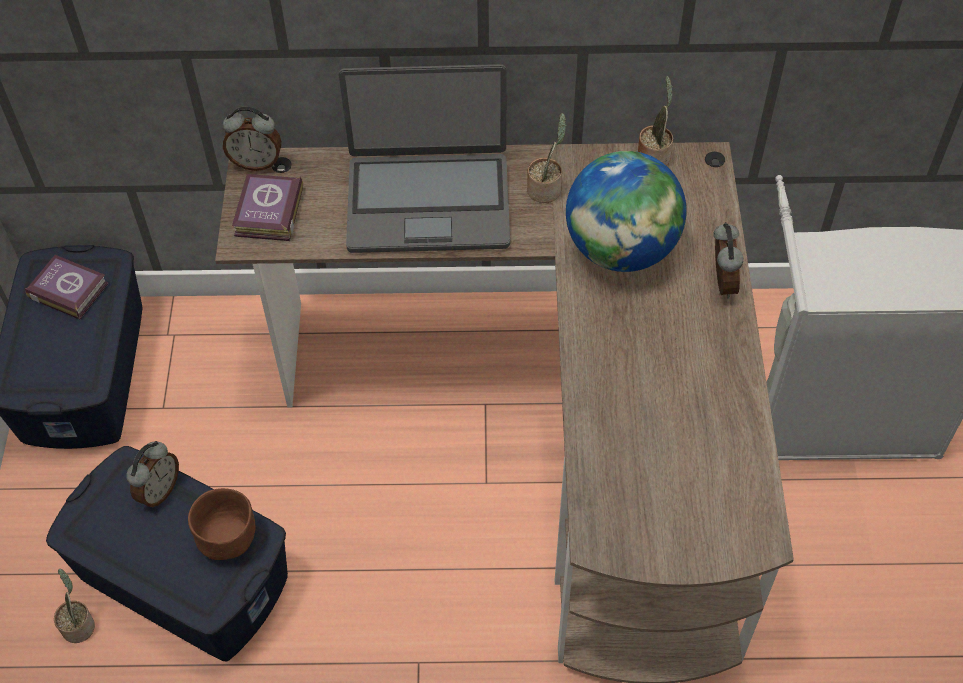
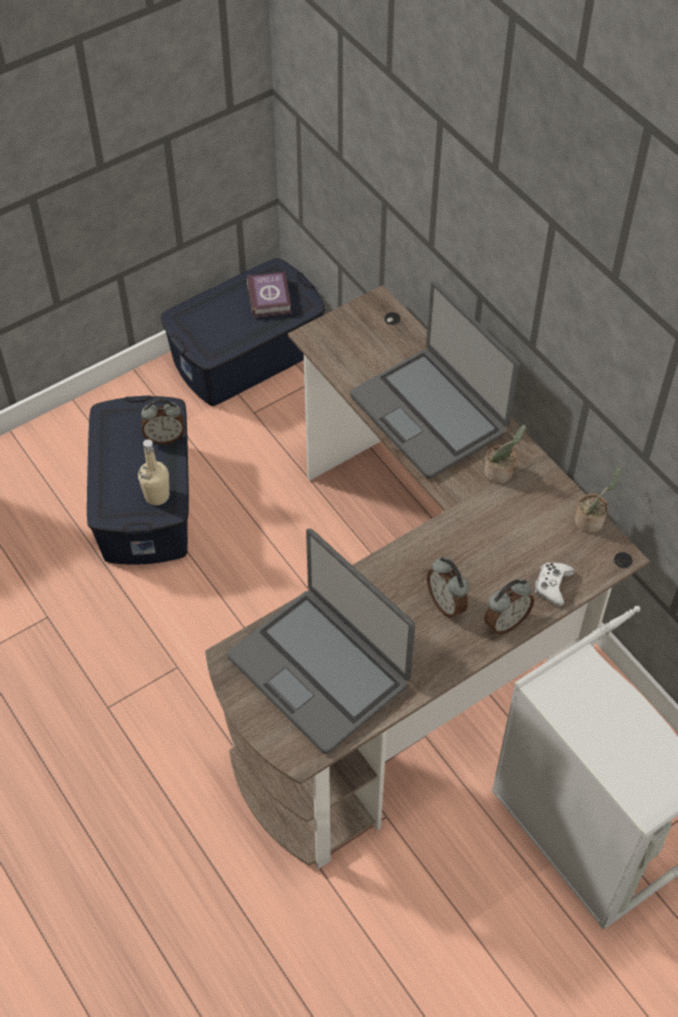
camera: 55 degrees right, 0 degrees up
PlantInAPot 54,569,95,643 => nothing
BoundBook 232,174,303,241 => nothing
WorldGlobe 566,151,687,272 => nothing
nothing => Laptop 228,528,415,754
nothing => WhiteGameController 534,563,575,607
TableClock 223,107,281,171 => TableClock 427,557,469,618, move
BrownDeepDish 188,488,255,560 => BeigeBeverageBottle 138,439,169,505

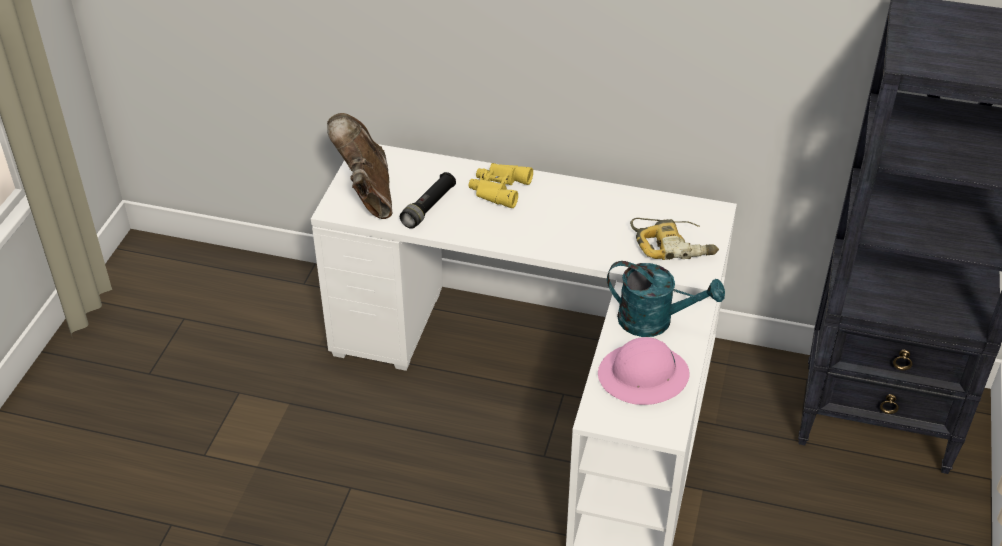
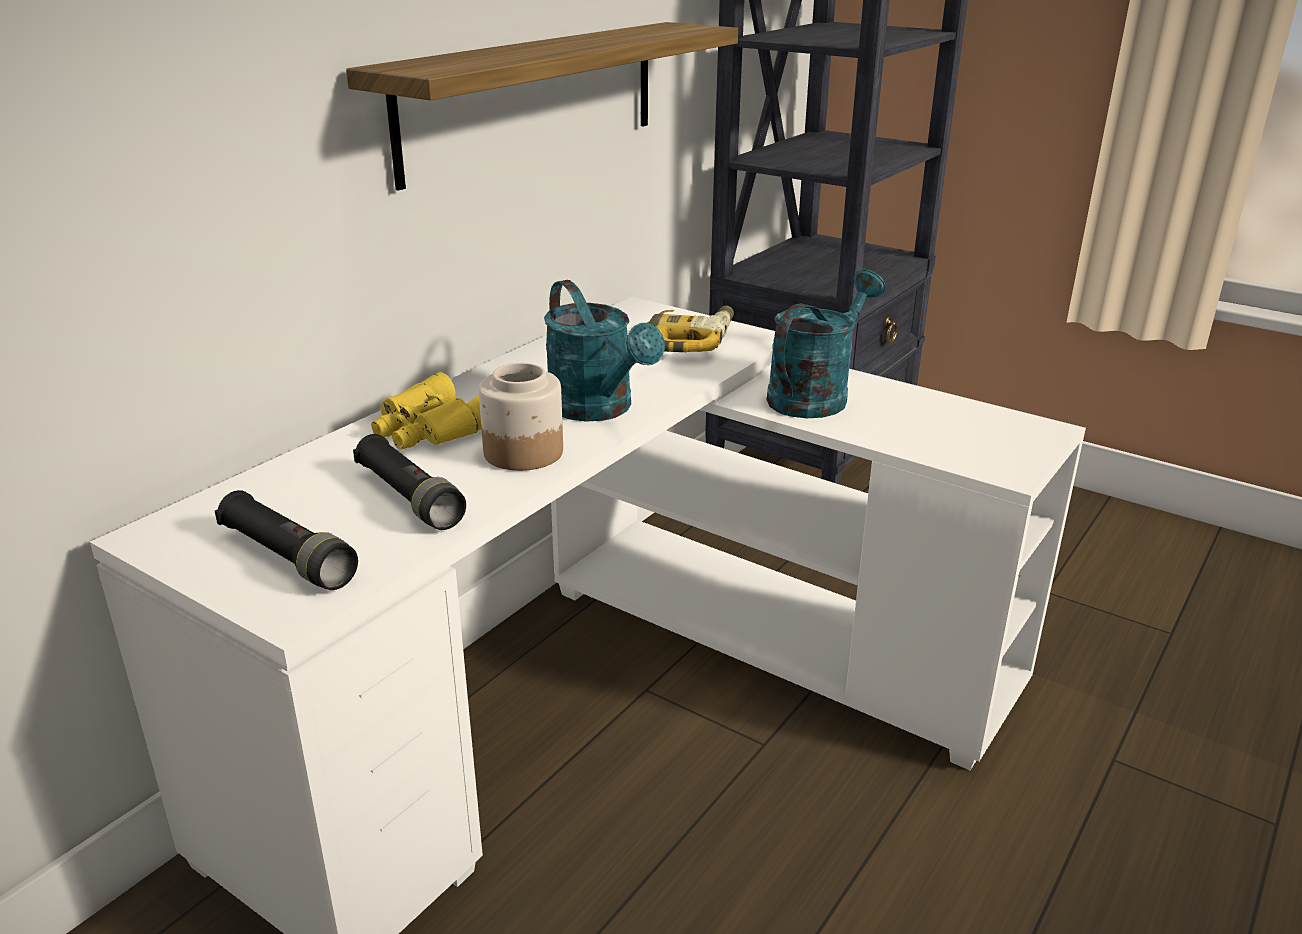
camera: 70 degrees left, 15 degrees down
PinkColouredHardHat 598,337,689,405 => nothing
nothing => WallShelf 346,22,738,191
nothing => Jar 479,363,563,471
nothing => TurquoiseSprinklingCan 544,280,665,422
BrownBoot 327,113,392,219 => BlackColouredFlashlight 215,490,358,590

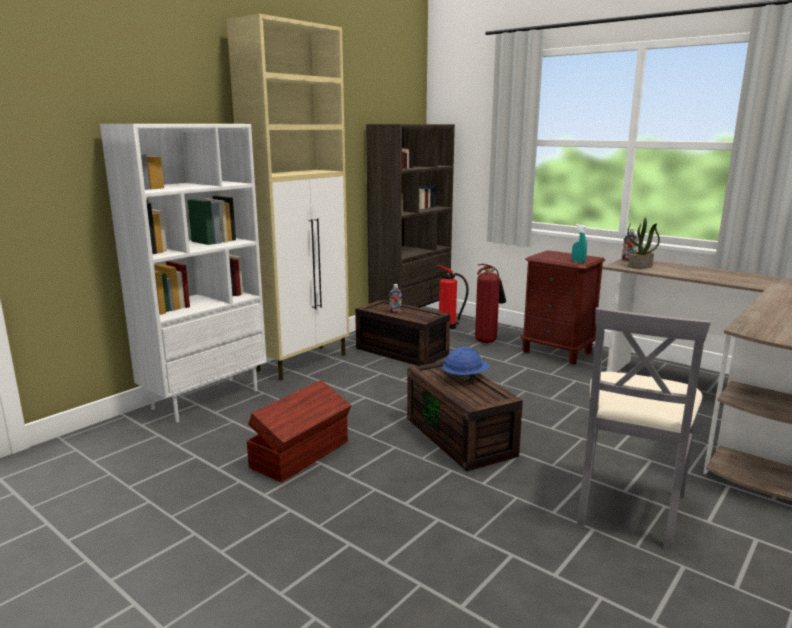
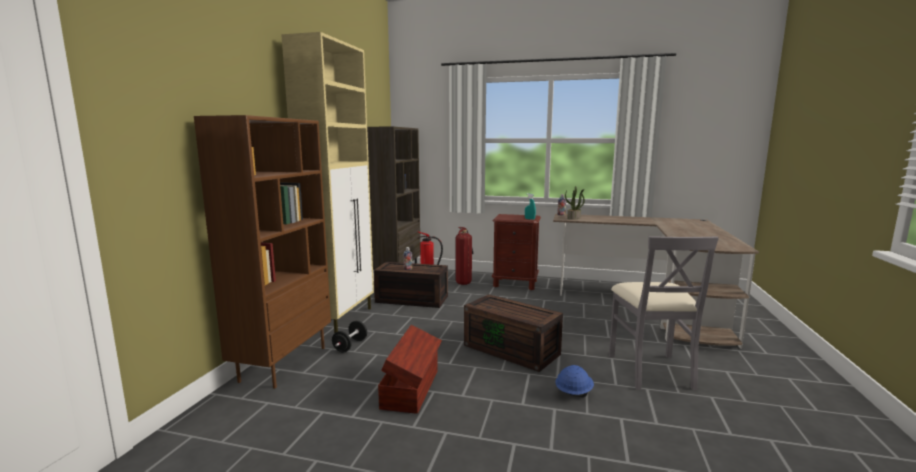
camera: 25 degrees left, 5 degrees down
nothing => BlackColouredFreeWeight 332,321,367,353
BlueColouredHardHat 442,347,489,382 => BlueColouredHardHat 555,365,594,397, move
WhiteBookcase 100,124,267,422 => BrownBookcase 194,115,331,389

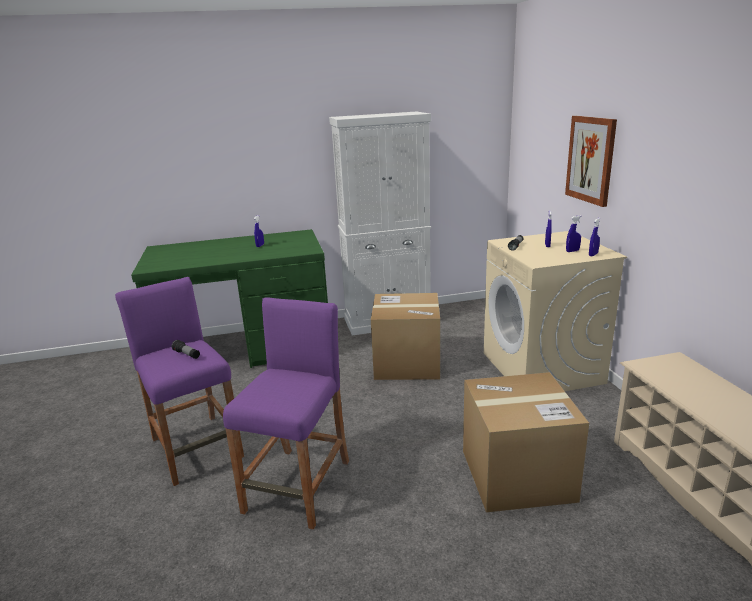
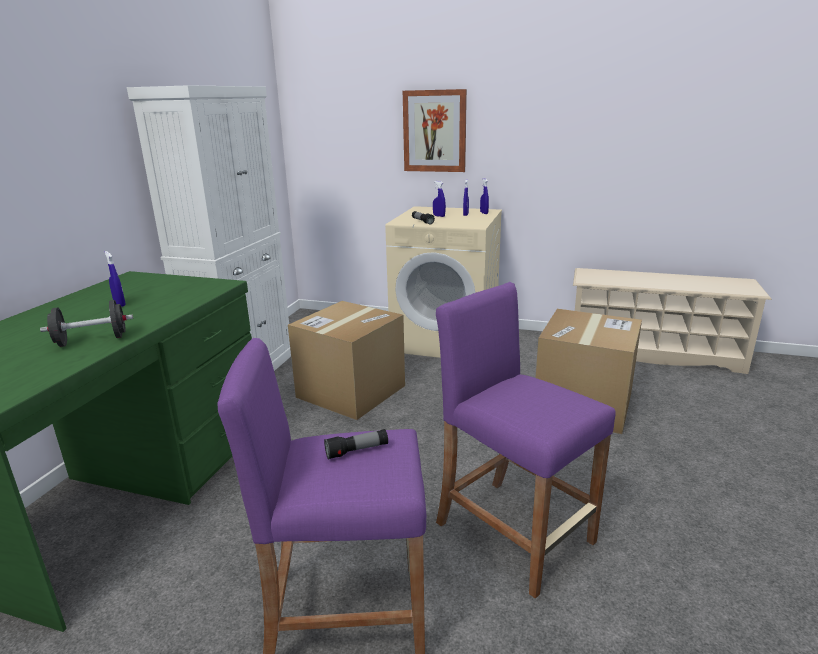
camera: 60 degrees left, 0 degrees up
nothing => BlackColouredFreeWeight 40,300,133,347

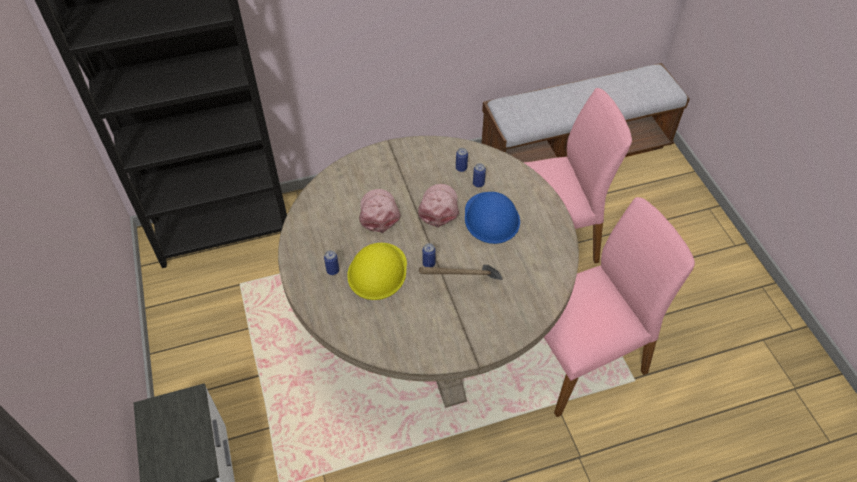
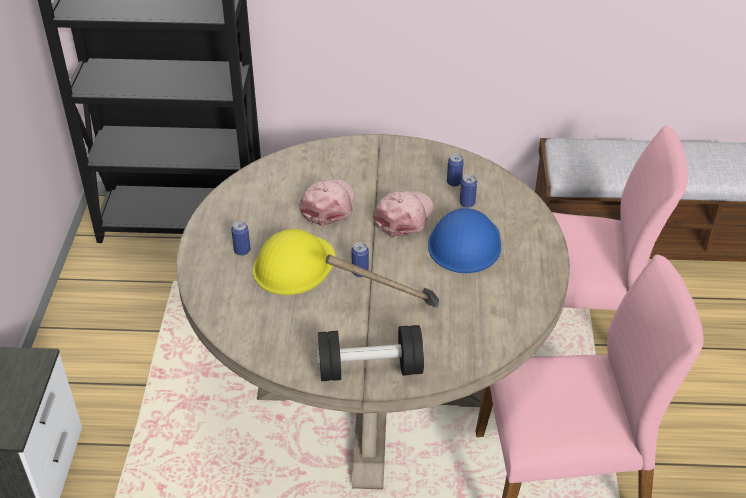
camera: 20 degrees right, 10 degrees down
nothing => BlackColouredFreeWeight 316,325,424,381

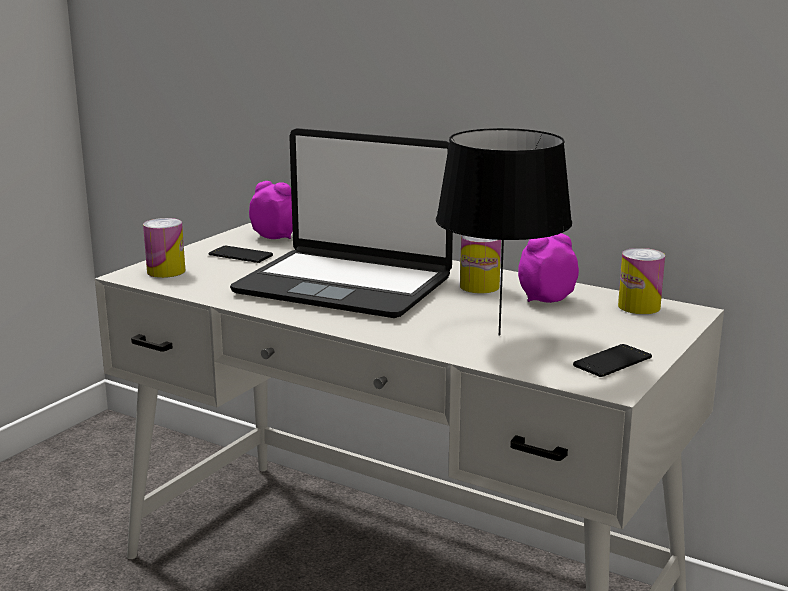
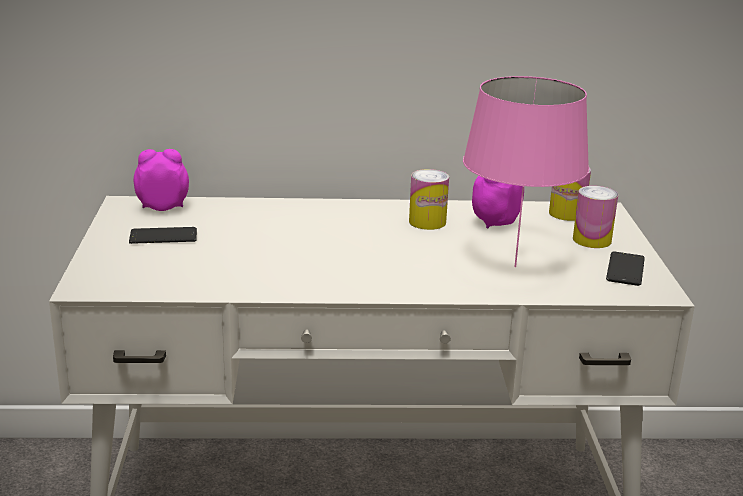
camera: 35 degrees left, 5 degrees up
Laptop 230,128,453,318 => nothing
SealedCan 143,218,185,278 => SealedCan 573,186,618,248, move
BlackColouredTableLamp 436,128,572,336 => PinkColouredTableLamp 463,76,589,267

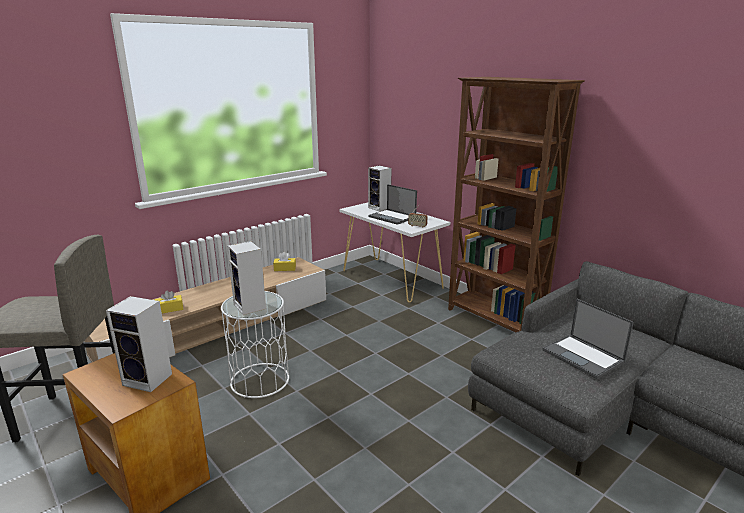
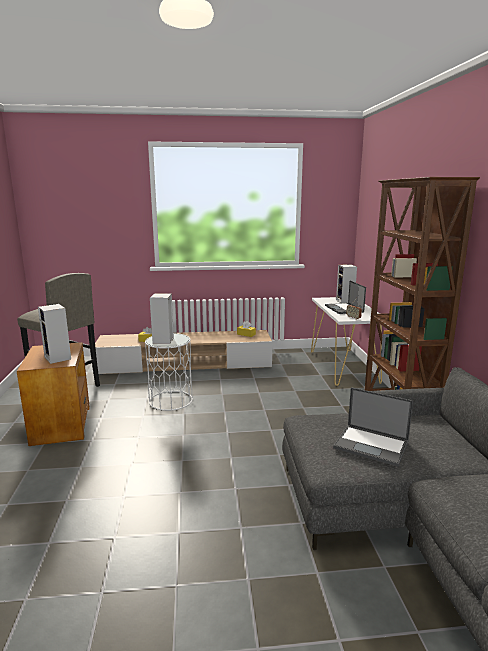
camera: 35 degrees right, 5 degrees down
Laptop 542,299,634,379 => Laptop 333,387,413,467, 60 degrees counterclockwise

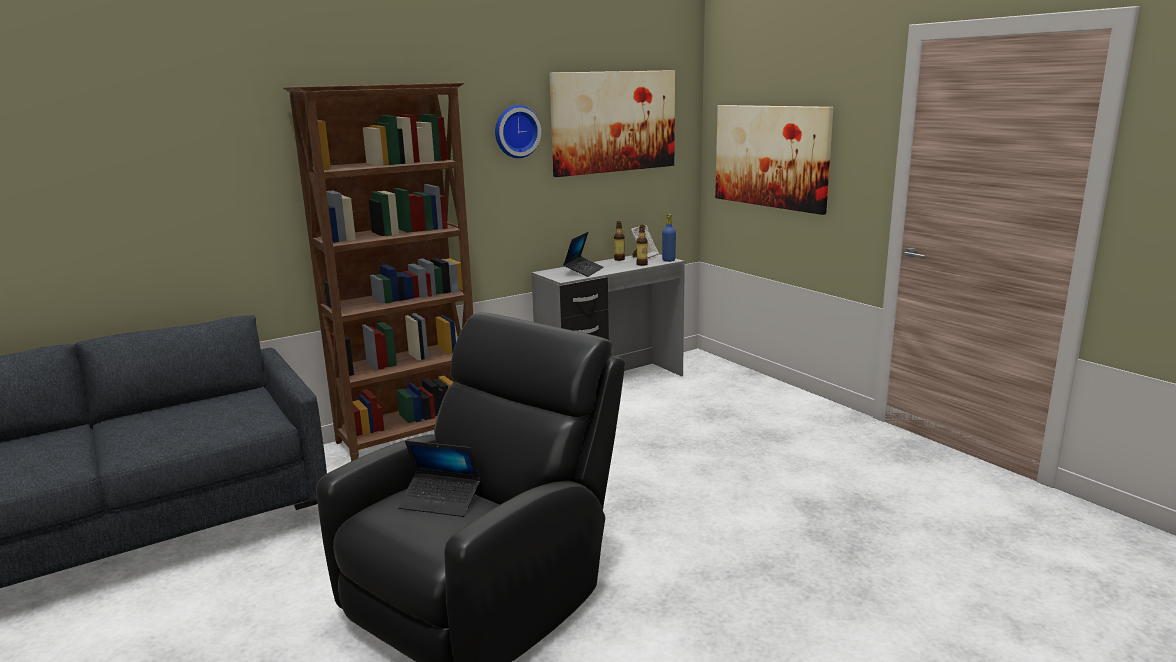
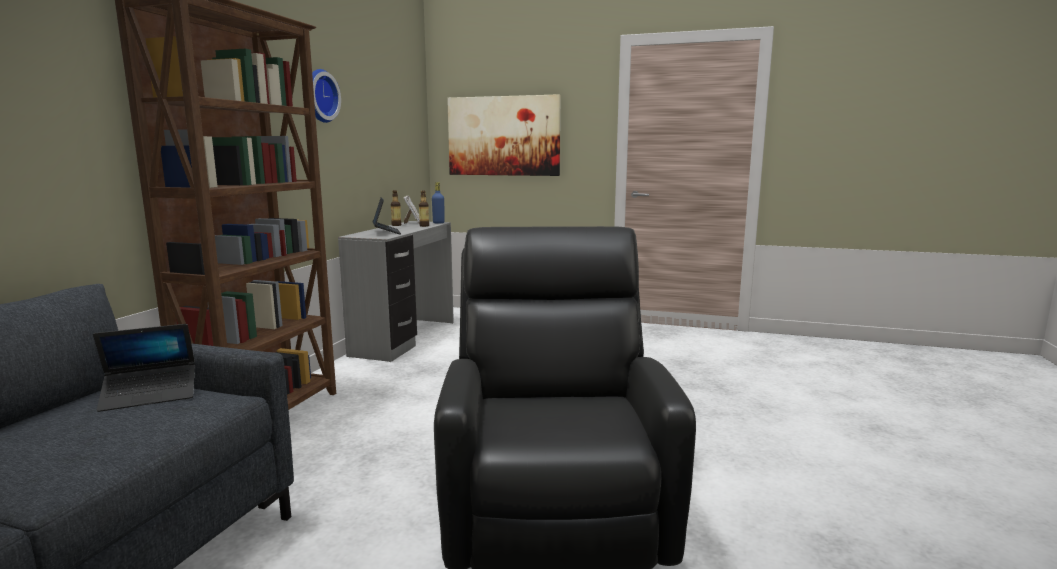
camera: 40 degrees left, 5 degrees down
WallArt 550,70,675,177 => nothing
Laptop 398,441,481,517 => Laptop 93,324,195,412, move

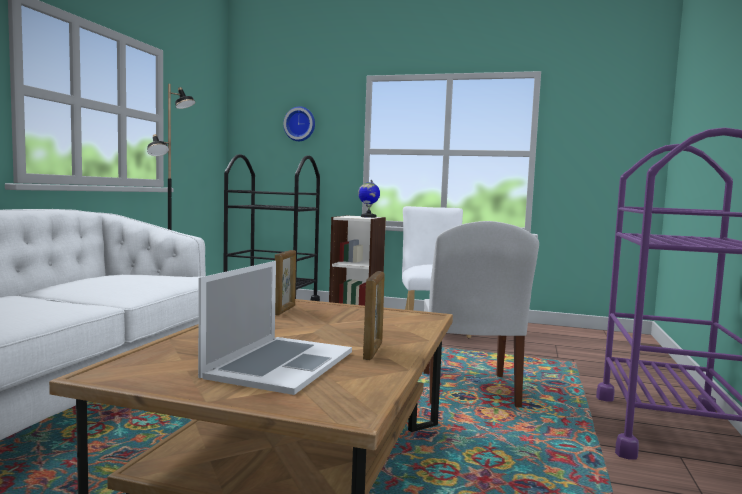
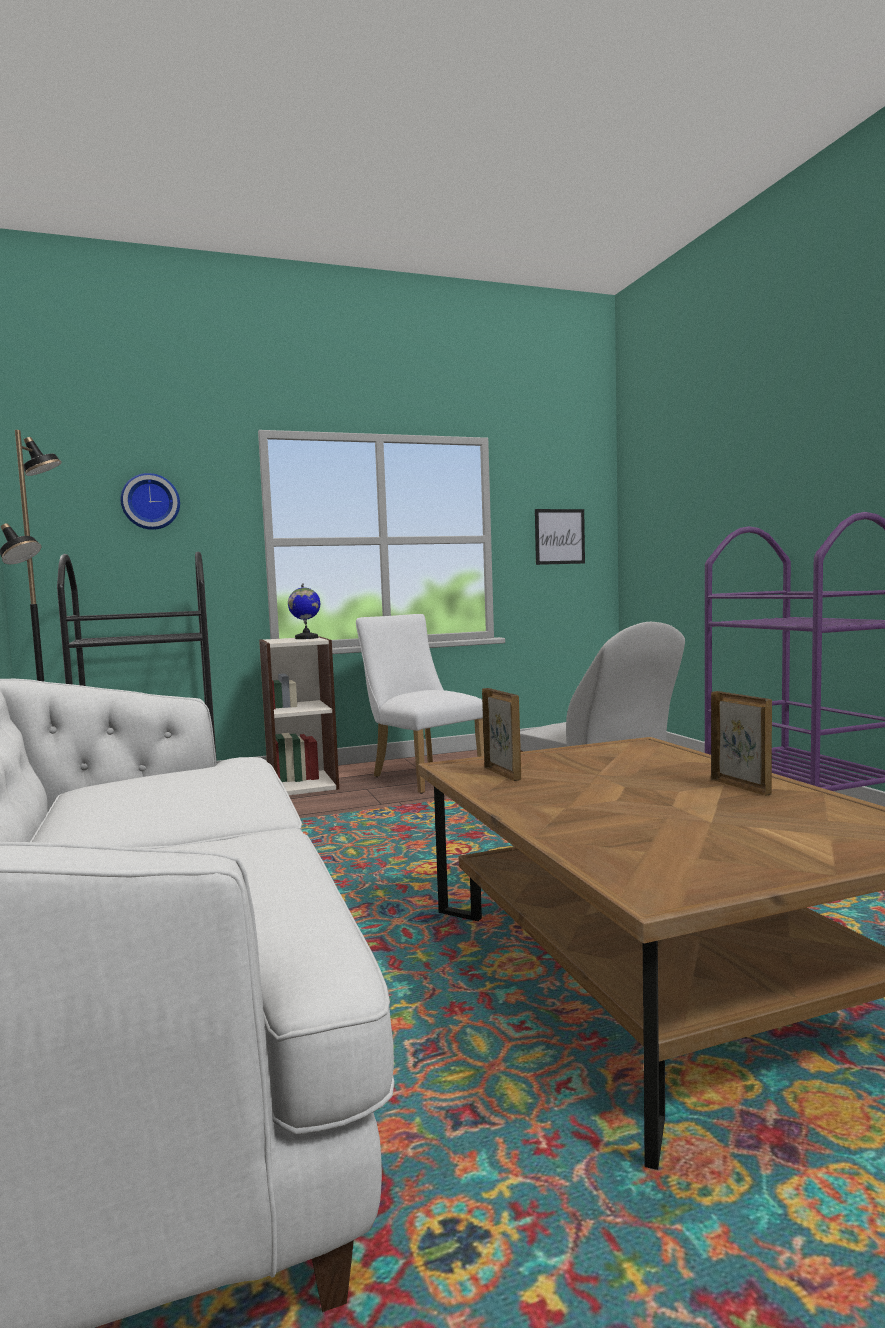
camera: 35 degrees left, 0 degrees up
Laptop 198,261,352,395 => nothing
nothing => WallArt 535,509,585,565

